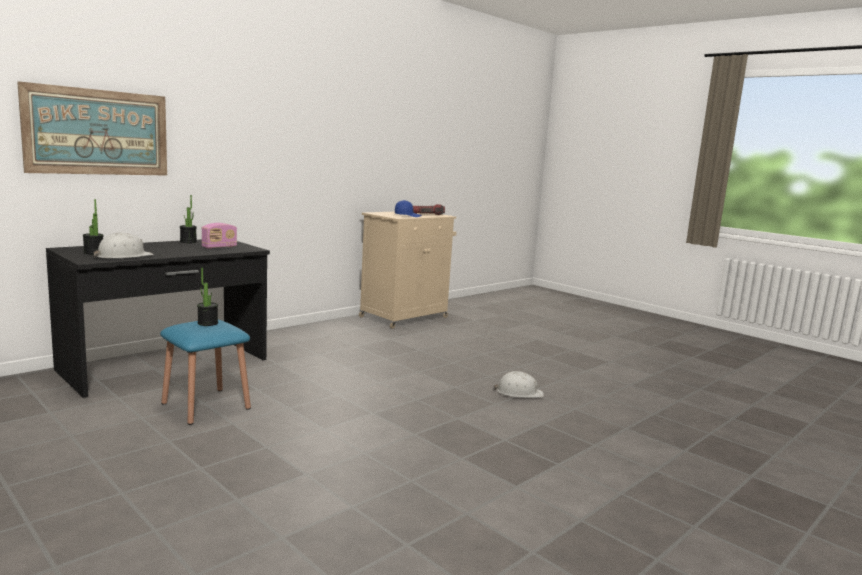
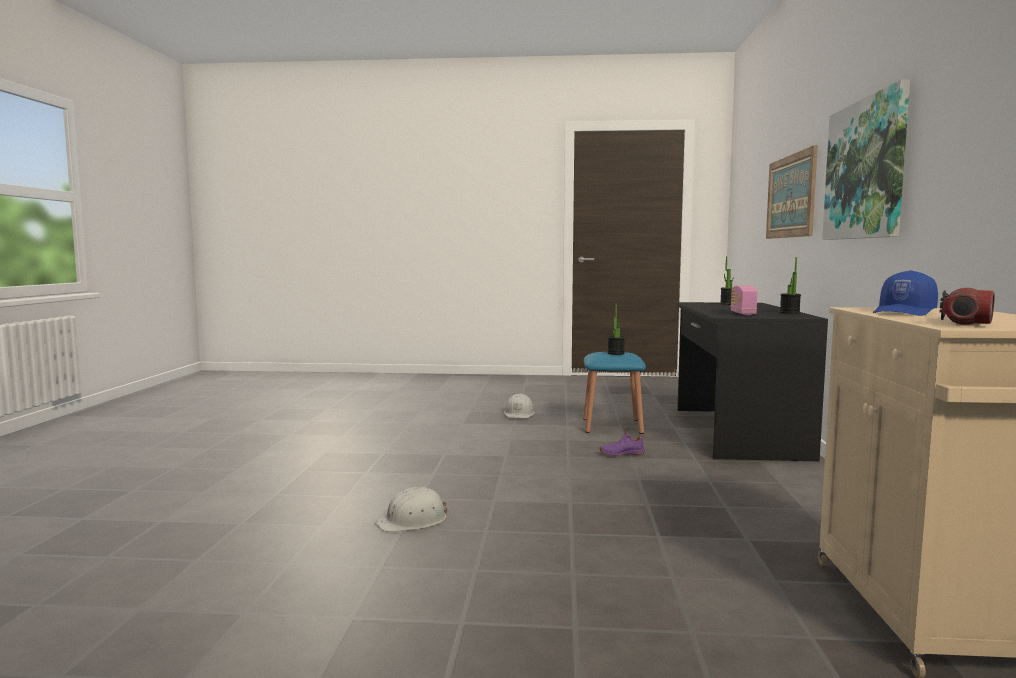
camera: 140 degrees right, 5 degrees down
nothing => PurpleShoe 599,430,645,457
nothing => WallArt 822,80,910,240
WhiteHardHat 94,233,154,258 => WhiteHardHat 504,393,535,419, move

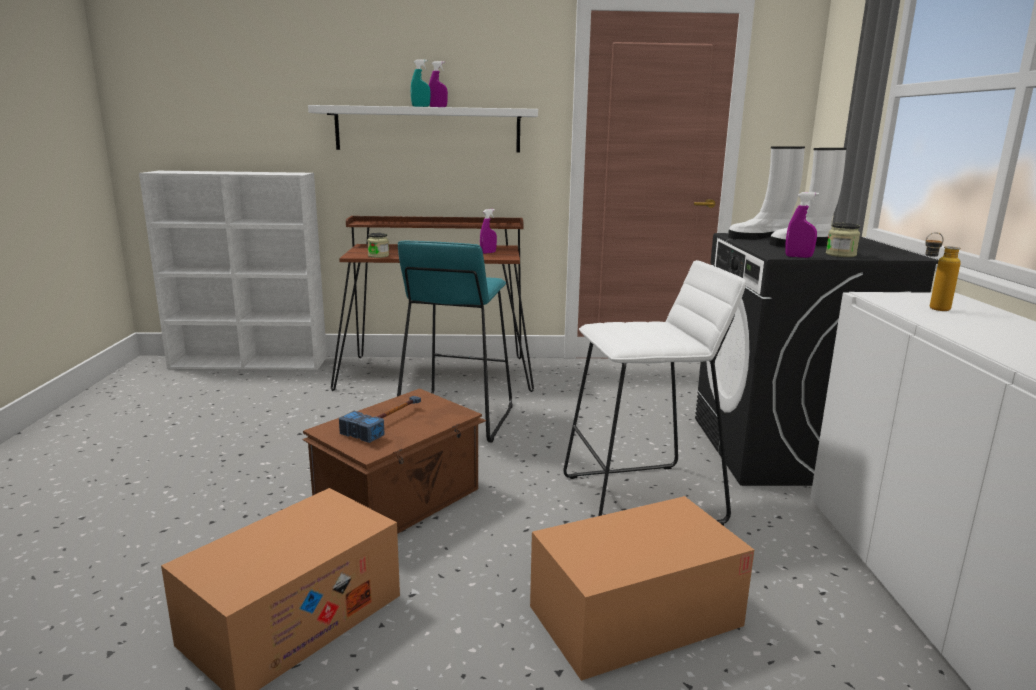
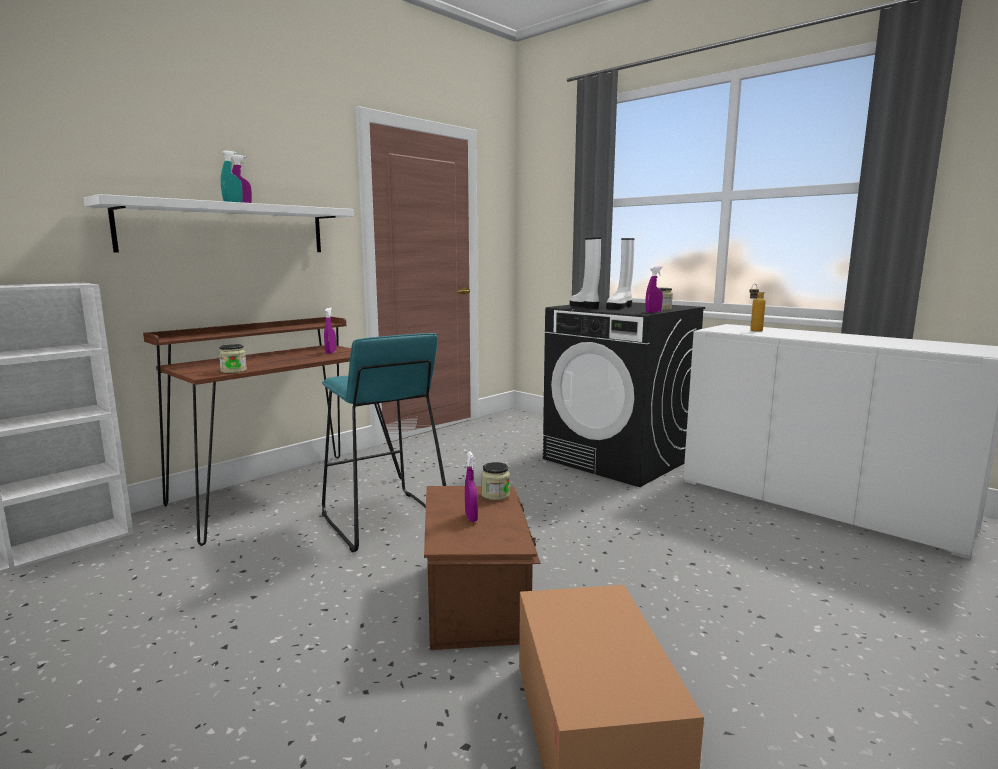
camera: 45 degrees left, 5 degrees down
Carton 530,496,754,681 => nothing
WhiteStoolSeat 563,260,746,526 => nothing
nothing => Jar 481,462,510,500
HandHammer 339,396,421,443 => PurpleSprayBottle 465,451,478,522
WhiteBoot 728,146,805,240 => WhiteBoot 570,237,601,309, 105 degrees clockwise

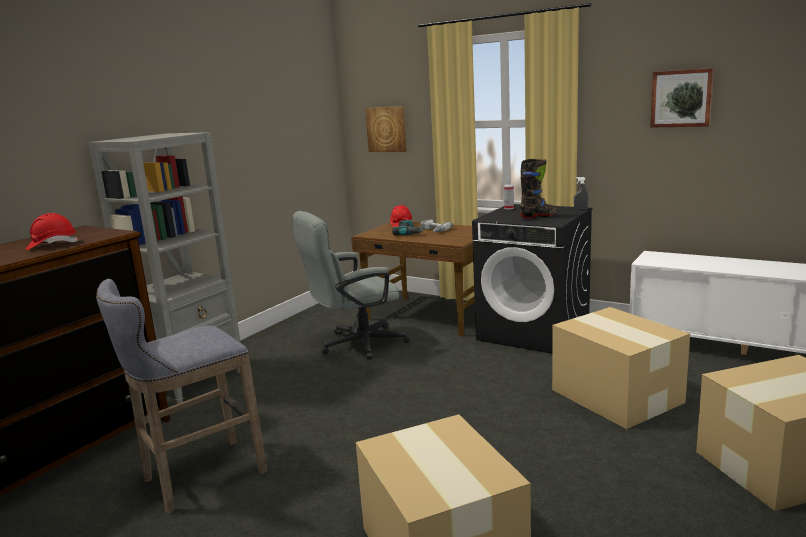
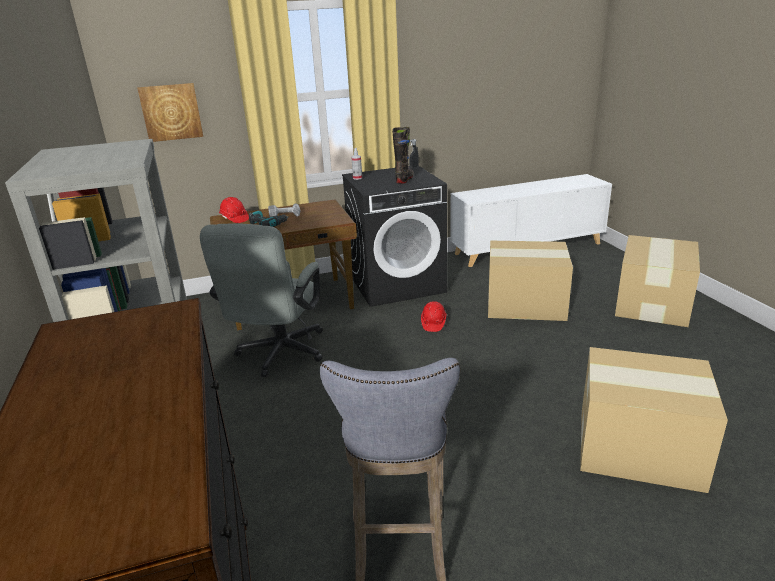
camera: 50 degrees left, 10 degrees up
WallArt 650,68,714,128 => nothing
RedHardHat 26,213,79,250 => RedHardHat 421,301,447,332, move

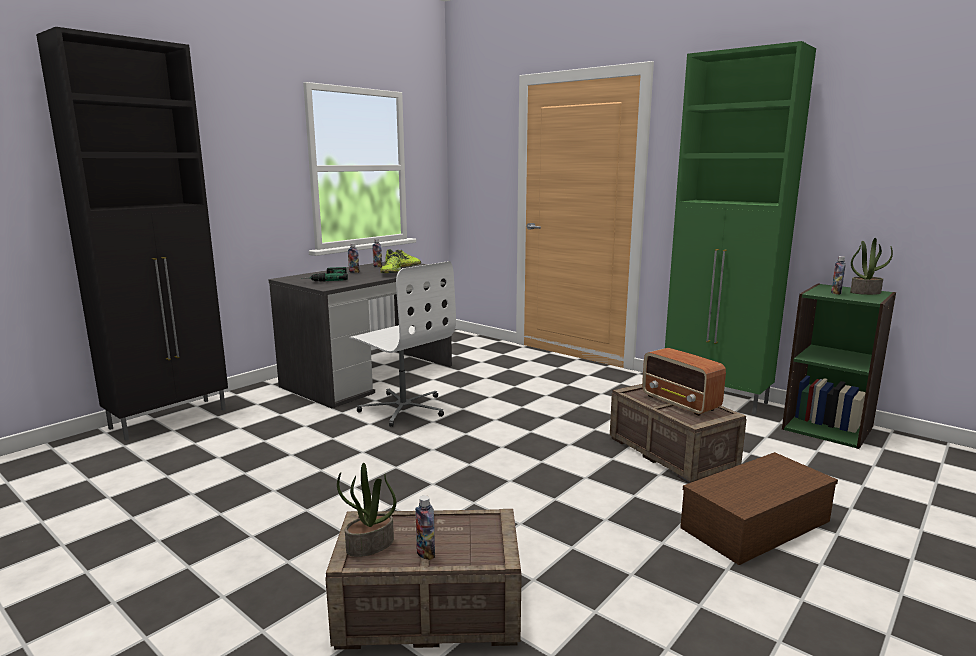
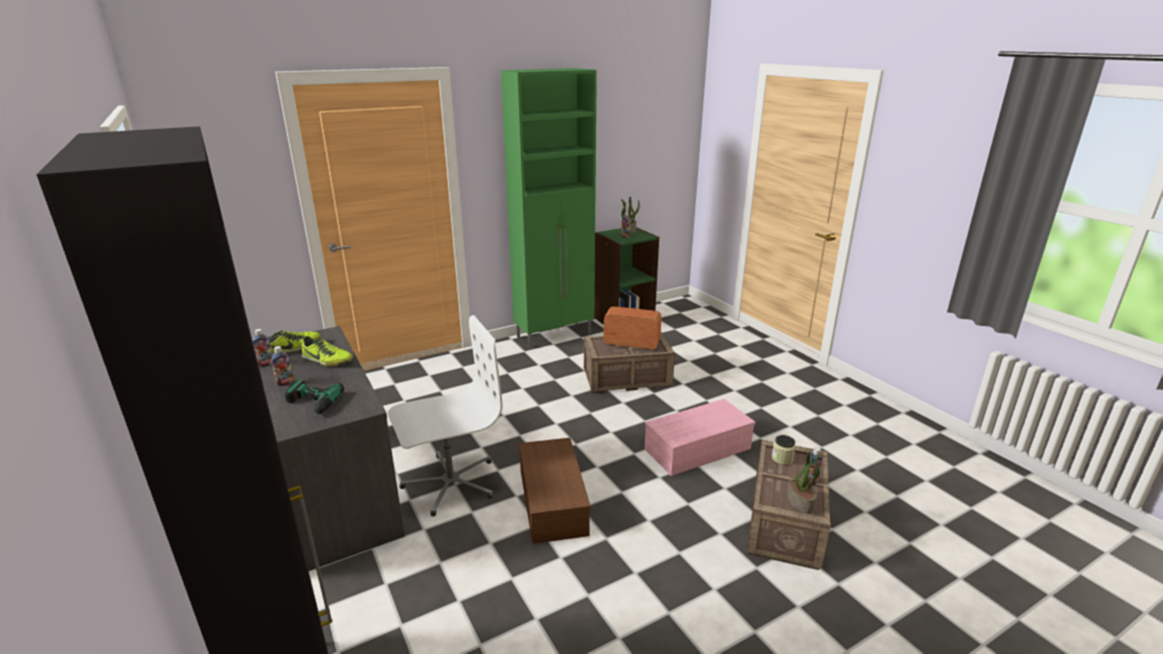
camera: 70 degrees left, 10 degrees up
nothing => PinkColouredStorageBox 645,399,755,476
nothing => Jar 772,435,796,465
BrownStorageBox 680,452,838,565 => BrownStorageBox 519,438,591,544, move
RadioReceiver 642,348,726,416 => RadioReceiver 604,307,662,350, 150 degrees counterclockwise

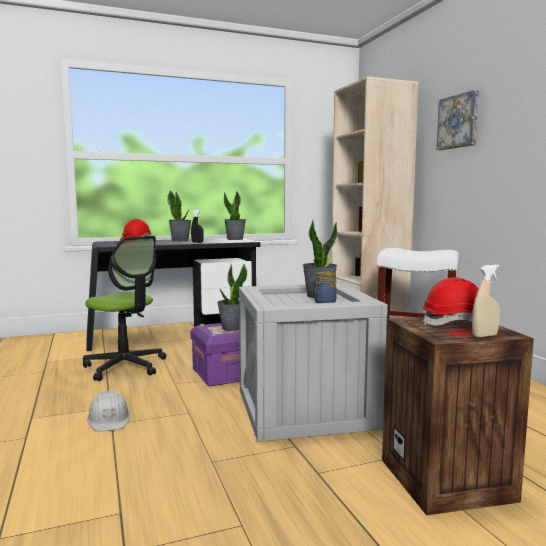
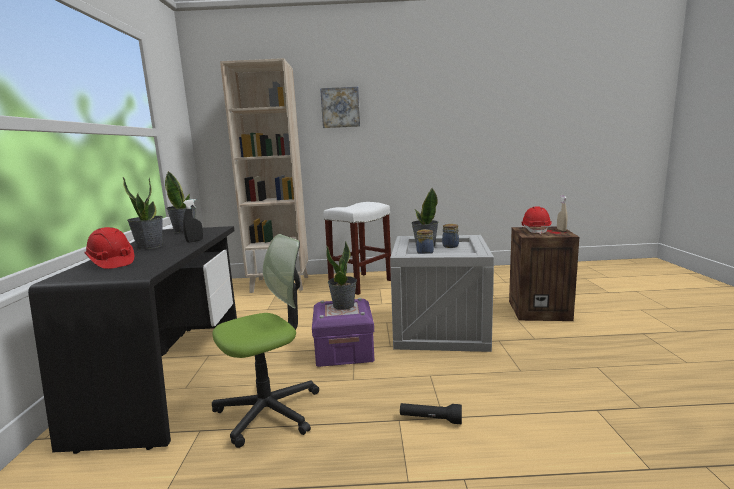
camera: 70 degrees left, 5 degrees up
nothing => Jar 416,229,434,254
WhiteHardHat 87,390,130,432 => BlackColouredFlashlight 400,403,462,424

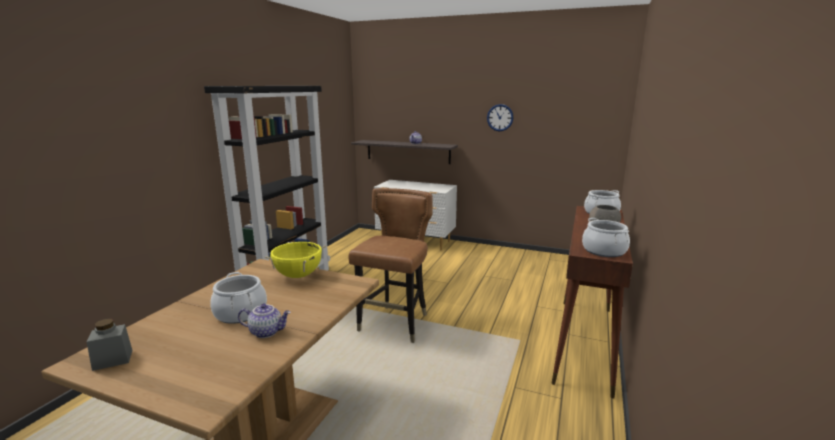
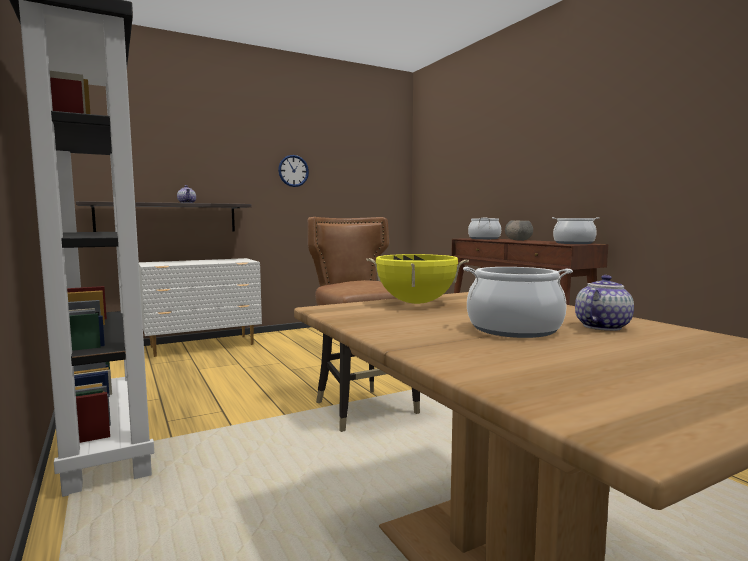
camera: 50 degrees left, 10 degrees down
GreyJar 87,319,132,371 => nothing

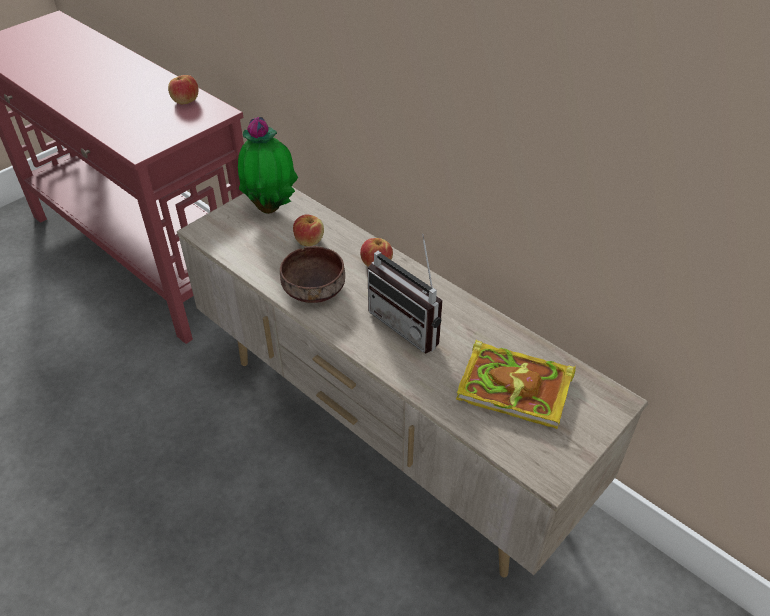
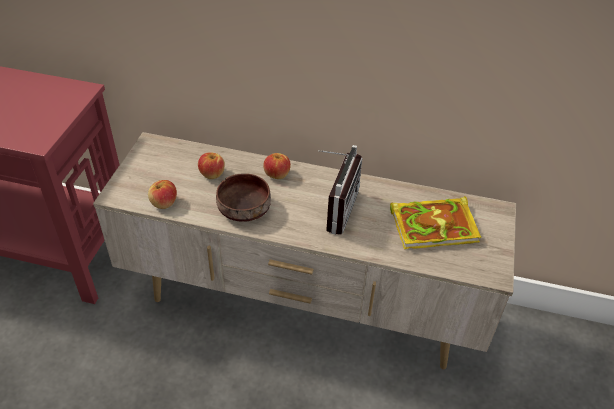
camera: 30 degrees left, 0 degrees up
PlantInAPot 238,117,298,214 => nothing
WholeApple 168,75,198,104 => WholeApple 148,180,177,209, move
RadioReceiver 367,234,443,353 => RadioReceiver 318,145,362,235, 90 degrees counterclockwise

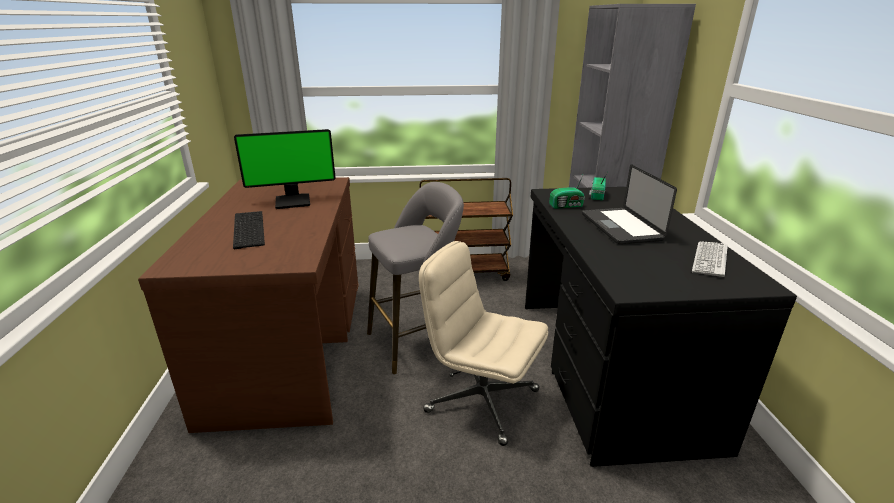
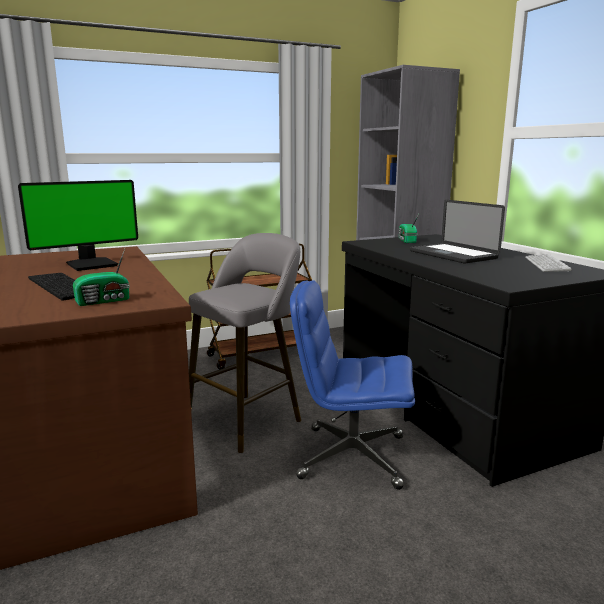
camera: 20 degrees left, 10 degrees down
RadioReceiver 549,173,585,209 => RadioReceiver 73,249,130,306, move
BeigeOfficeChair 419,241,548,446 => BlueColouredOfficeChair 290,280,415,490

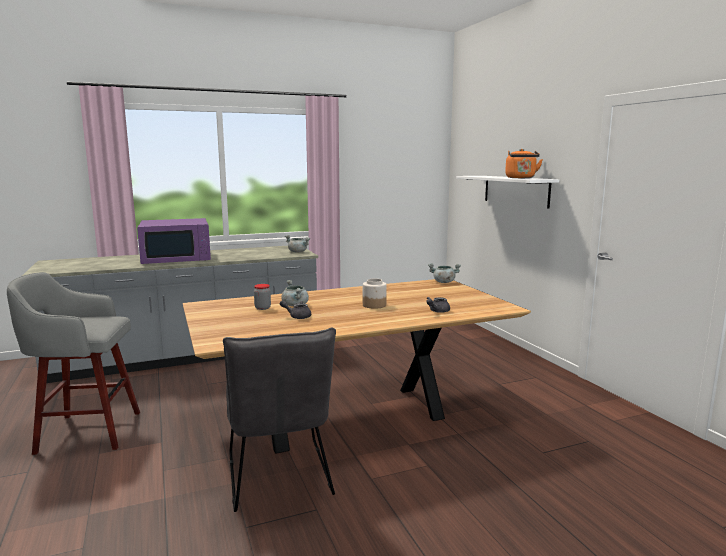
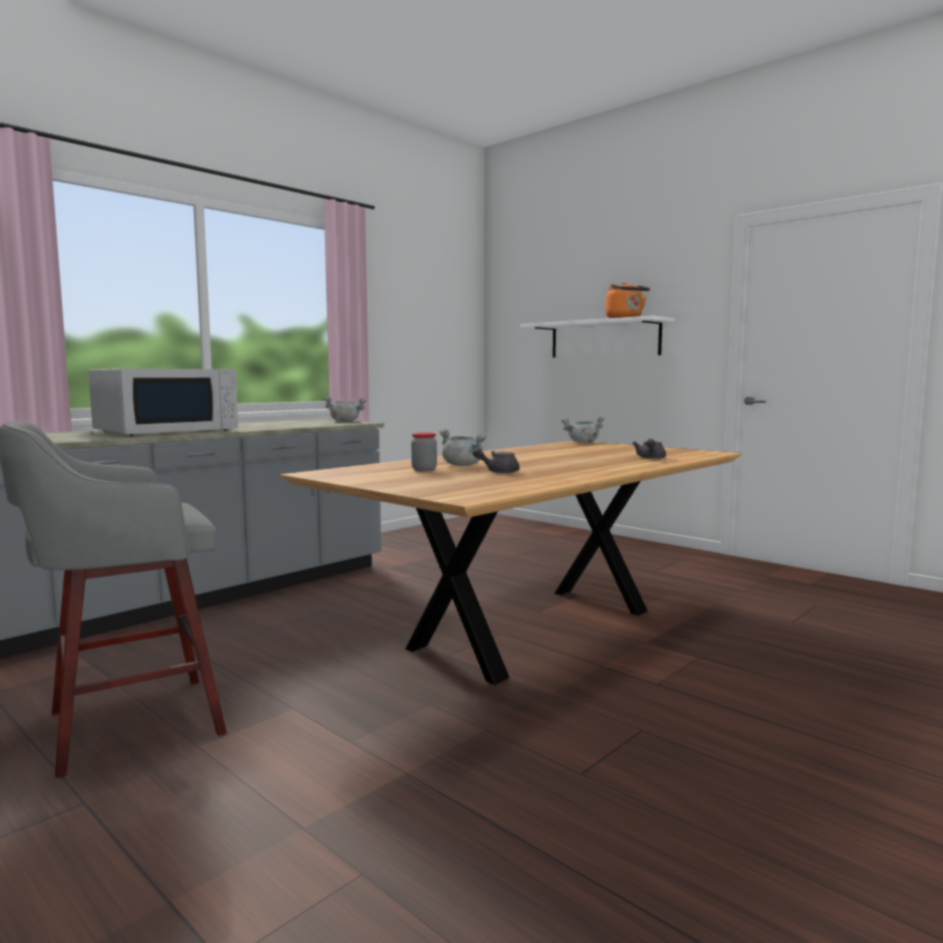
camera: 25 degrees left, 5 degrees down
GreyUprightChair 223,328,336,512 => nothing
Jar 363,279,387,309 => nothing
PurpleMicrowave 137,218,211,264 => WhiteMicrowave 88,369,238,436

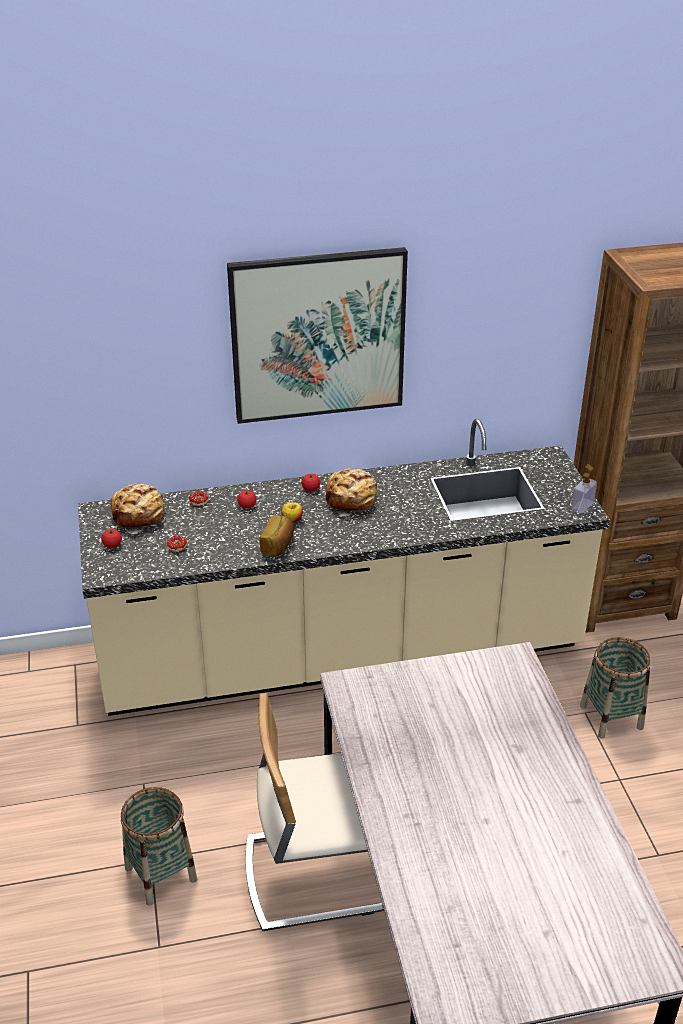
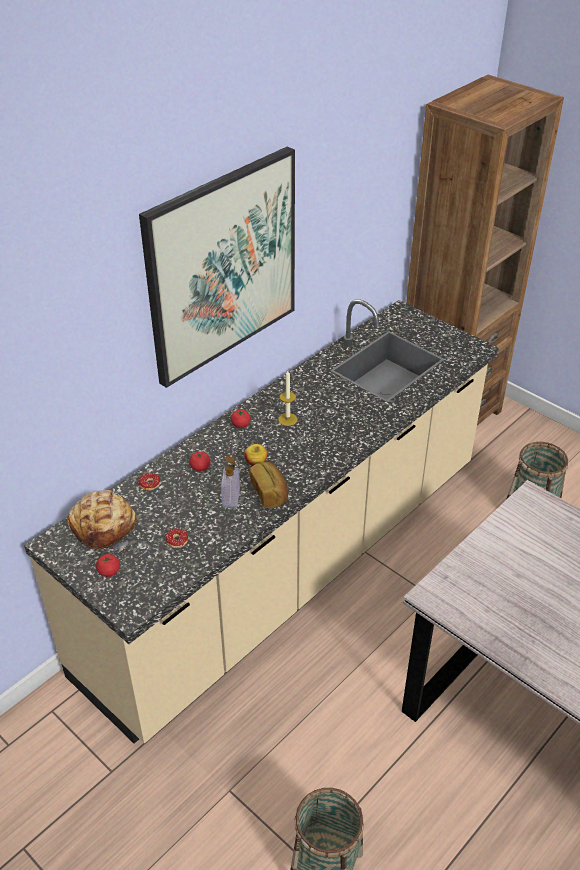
camera: 35 degrees left, 5 degrees up
BeigeUprightChair 246,693,384,931 => nothing
SoapBottle 571,464,597,513 => SoapBottle 221,456,240,508, move
Bread 326,468,378,517 => WaxCandle 278,370,297,426

